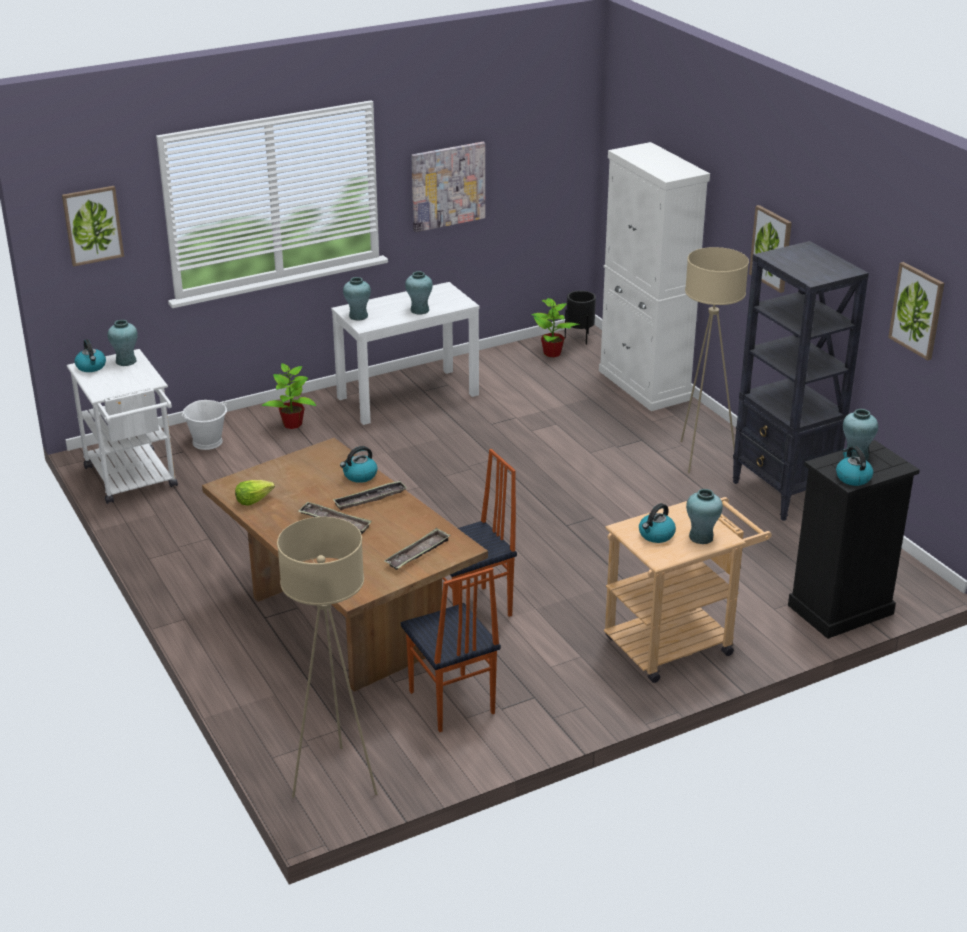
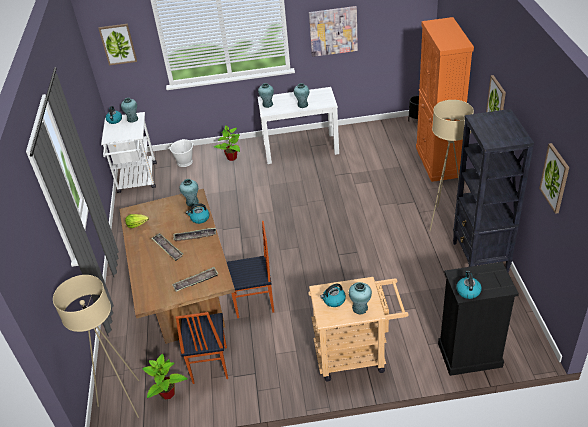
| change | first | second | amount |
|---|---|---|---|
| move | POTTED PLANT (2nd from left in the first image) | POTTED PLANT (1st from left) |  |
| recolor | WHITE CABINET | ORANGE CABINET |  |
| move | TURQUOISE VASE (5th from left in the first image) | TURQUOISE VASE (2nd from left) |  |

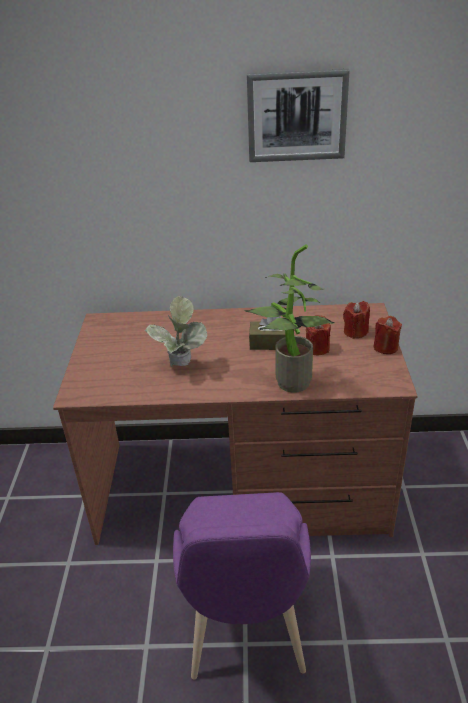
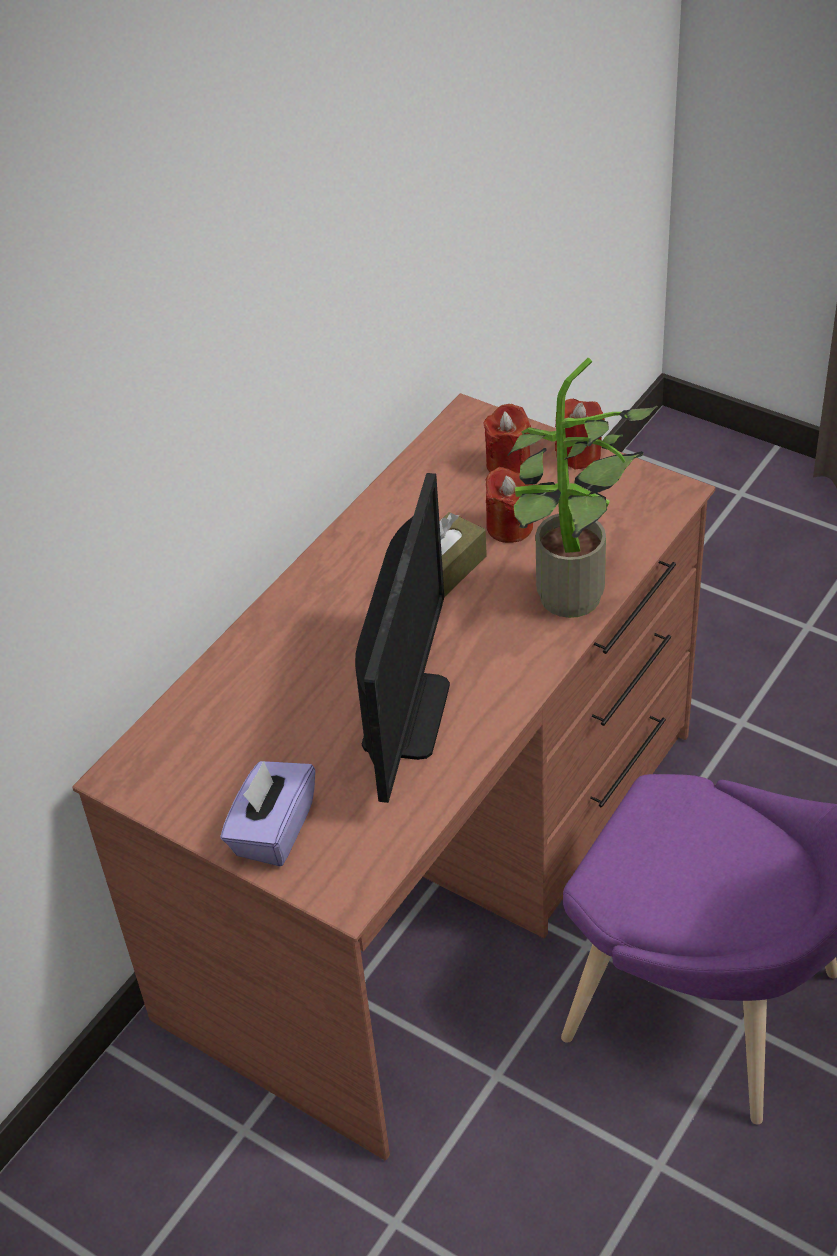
| change | first | second | amount |
|---|---|---|---|
| replace | POTTED PLANT (1st from left) | MONITOR |  |
| delete | PICTURE |  |  |
| insert |  | PURPLE TISSUE BOX |  |

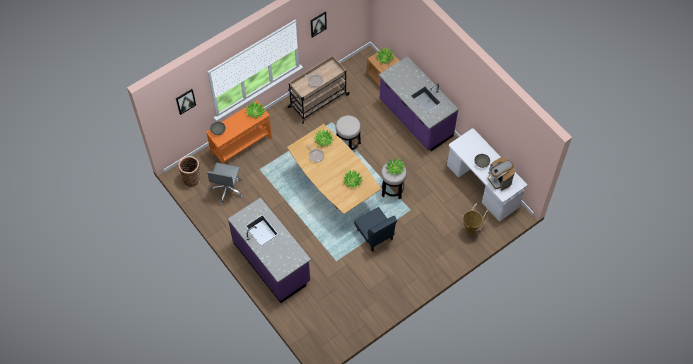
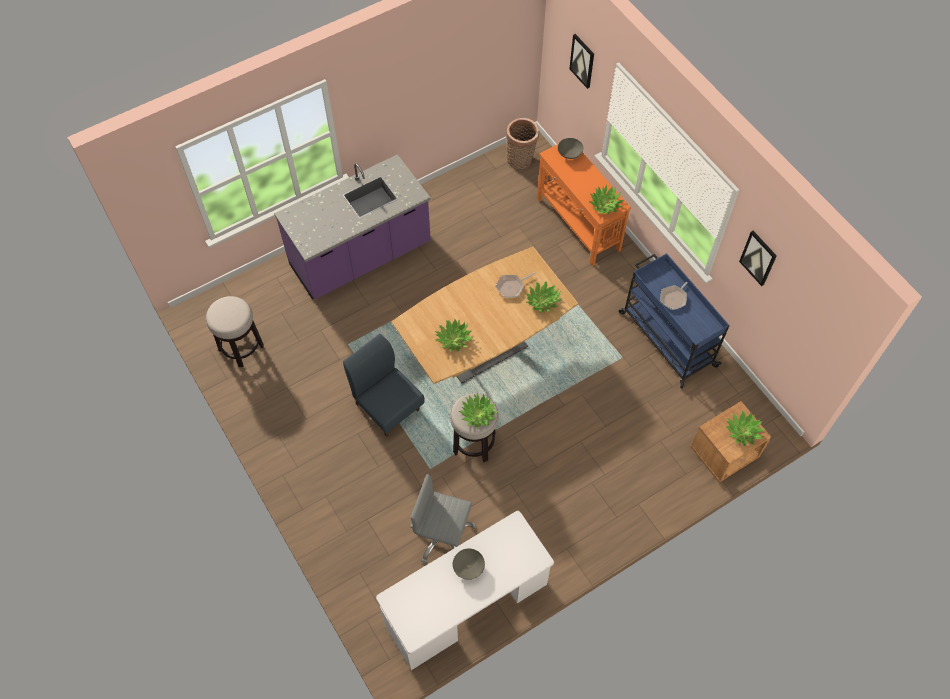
| change | first | second | amount |
|---|---|---|---|
| move | GREY OFFICE CHAIR |  |  |
| recolor | BEIGE CART | BLUE CART |  |
| move | STOOL (1st from left) |  |  |
| rotate | BLUE CHAIR |  | 75 degrees clockwise |
| delete | PURPLE COUNTER (2nd from left) |  |  |
| delete | BASKET (2nd from left) |  |  |
| delete | COFFEE MACHINE |  |  |

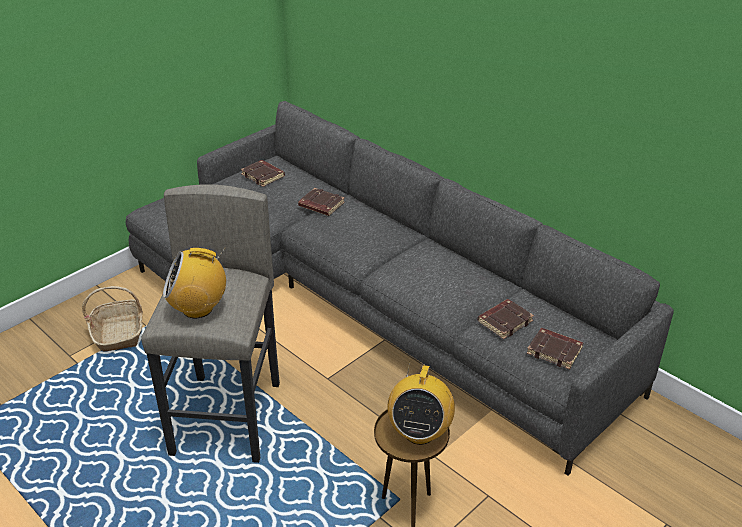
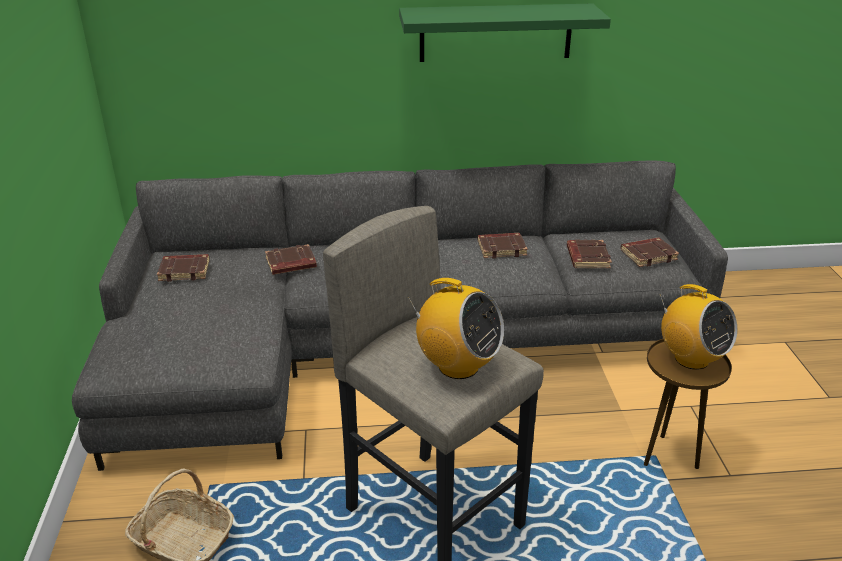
| change | first | second | amount |
|---|---|---|---|
| rotate | RADIO (1st from left) |  | 90 degrees counterclockwise |
| insert |  | GREEN SHELF |  |
| insert |  | BROWN BOOK (3rd from left) |  |

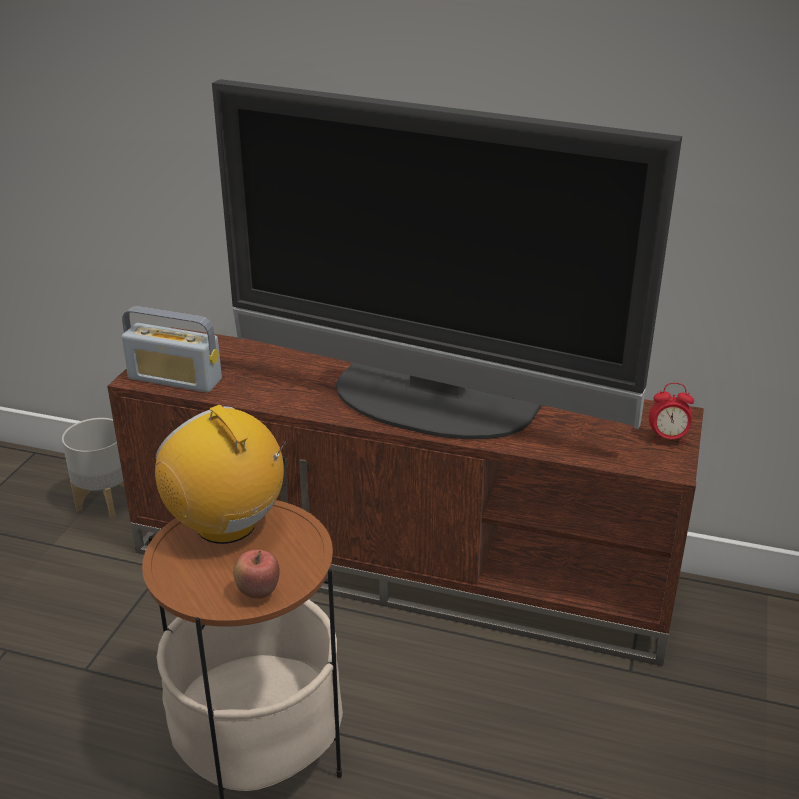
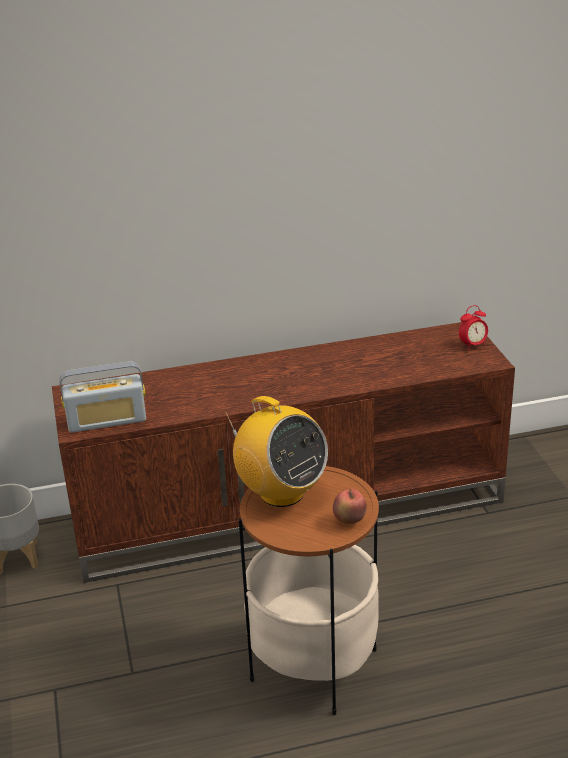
| change | first | second | amount |
|---|---|---|---|
| rotate | RADIO (2nd from left) |  | 150 degrees counterclockwise |
| delete | TELEVISION |  |  |

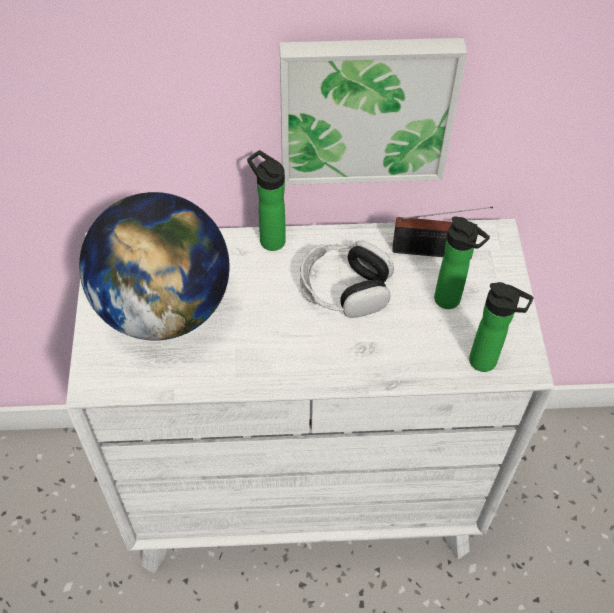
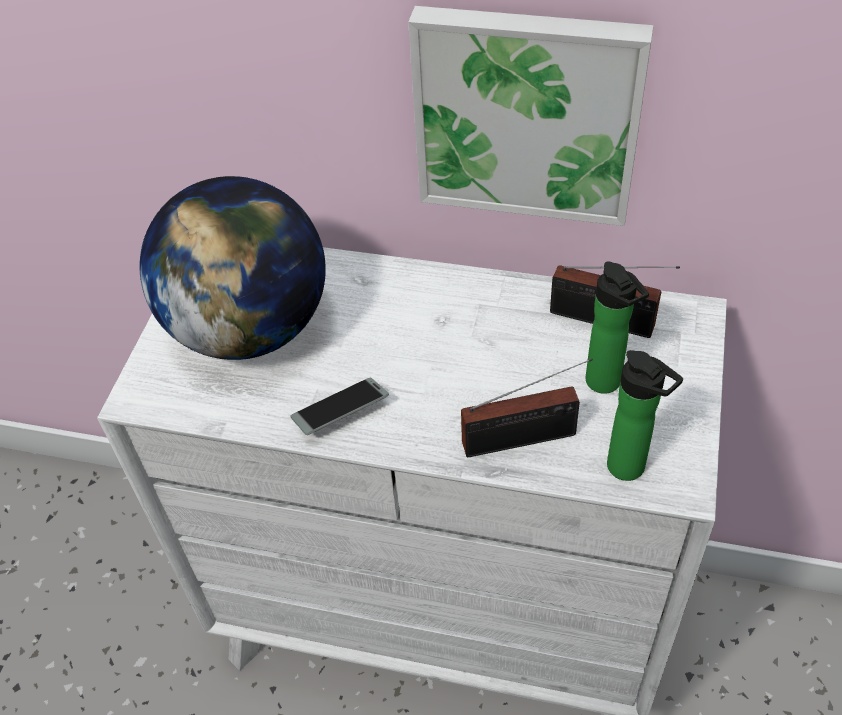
| change | first | second | amount |
|---|---|---|---|
| delete | BOTTLE (1st from left) |  |  |
| delete | HEADPHONES |  |  |
| insert |  | PHONE |  |
| insert |  | RADIO (1st from left) |  |

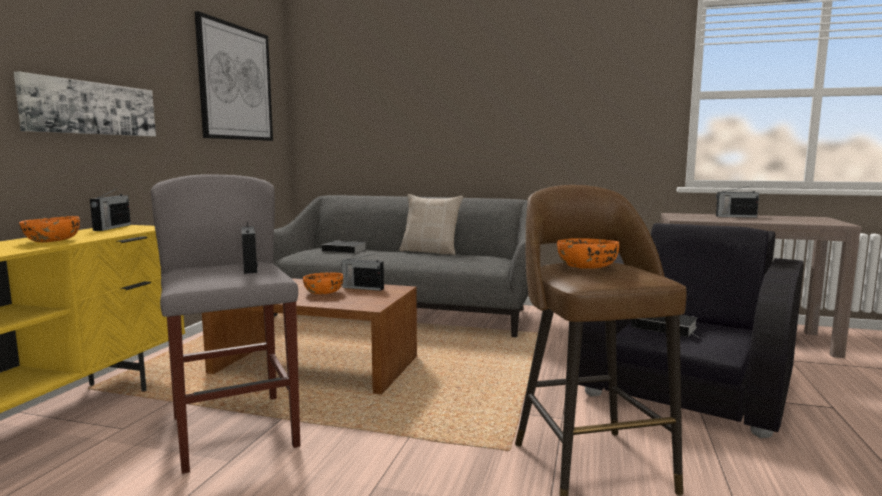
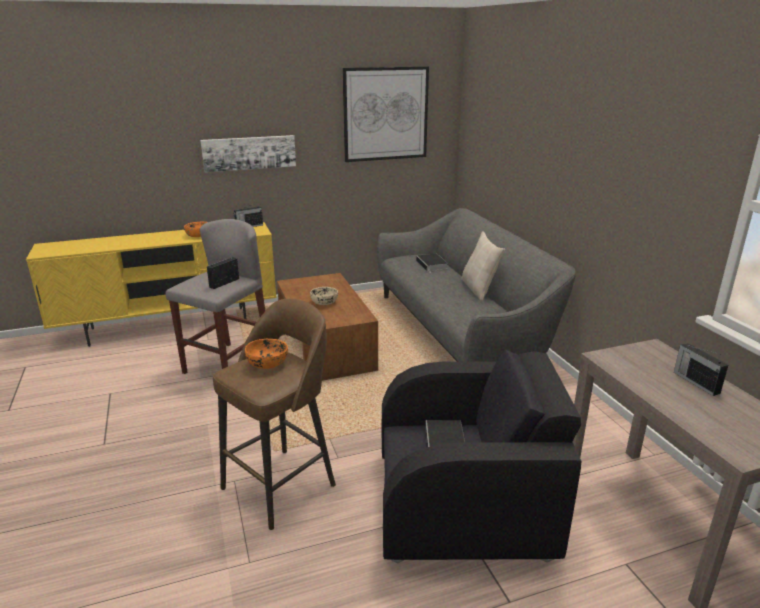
| change | first | second | amount |
|---|---|---|---|
| recolor | ORANGE BOWL (2nd from left) | BEIGE BOWL |  |
| delete | RADIO (3rd from left) |  |  |

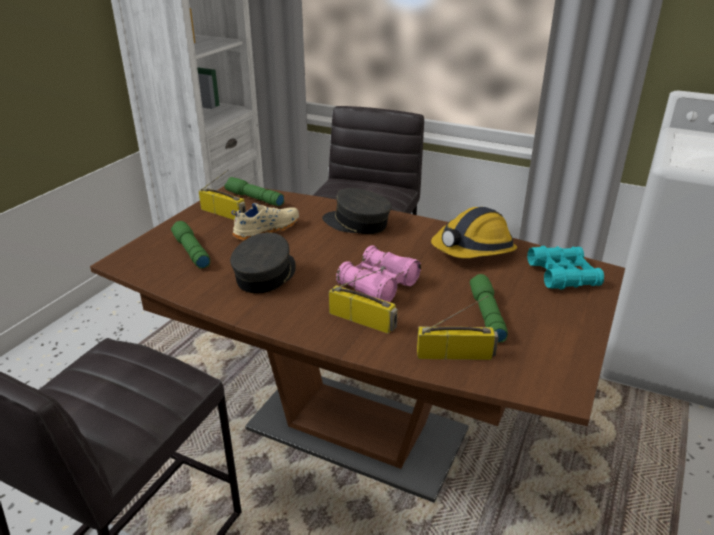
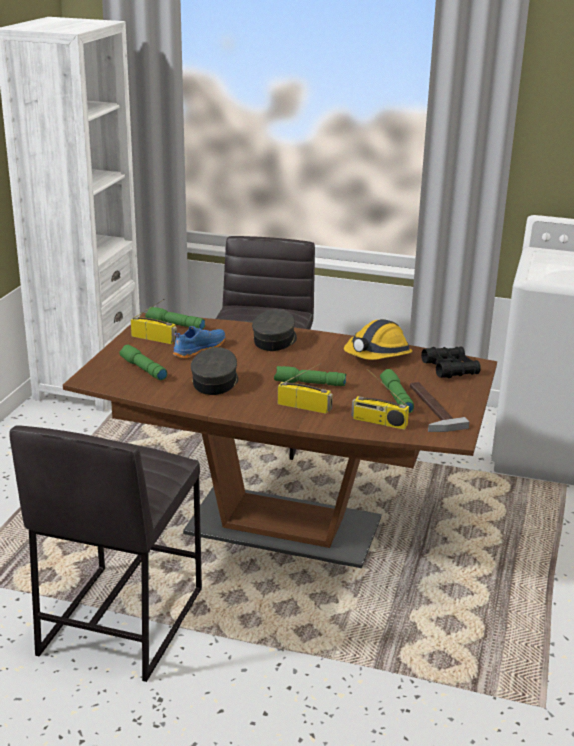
| change | first | second | amount |
|---|---|---|---|
| recolor | BEIGE SHOE | BLUE SHOE |  |
| rotate | GREY CAP (2nd from left) |  | 90 degrees clockwise |
| replace | PINK BINOCULARS | GREEN FLASHLIGHT (3rd from left) |  |
| rotate | RADIO (3rd from left) |  | 150 degrees counterclockwise |
| recolor | TURQUOISE BINOCULARS | BLACK BINOCULARS |  |
| insert |  | HAMMER |  |

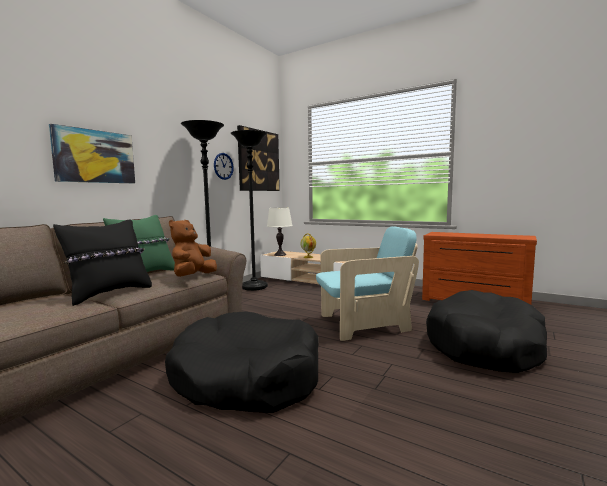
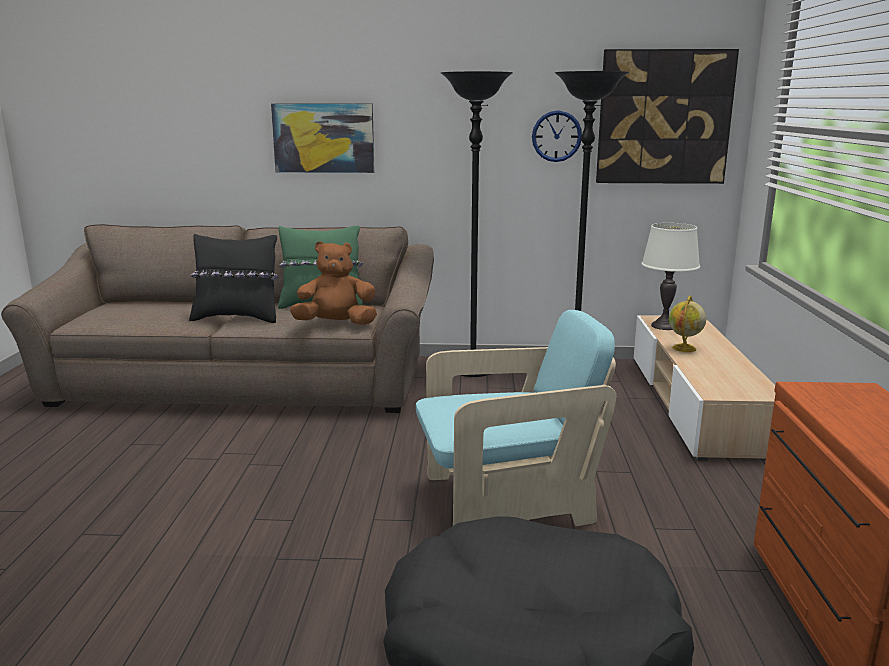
| change | first | second | amount |
|---|---|---|---|
| delete | BLACK DOG BED (1st from left) |  |  |
| rotate | TURQUOISE ARMCHAIR |  | 60 degrees counterclockwise |

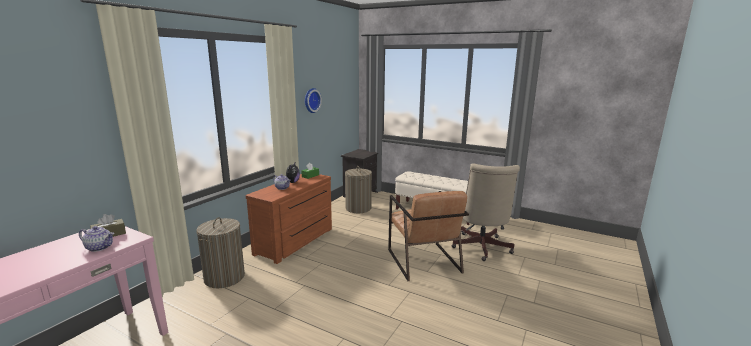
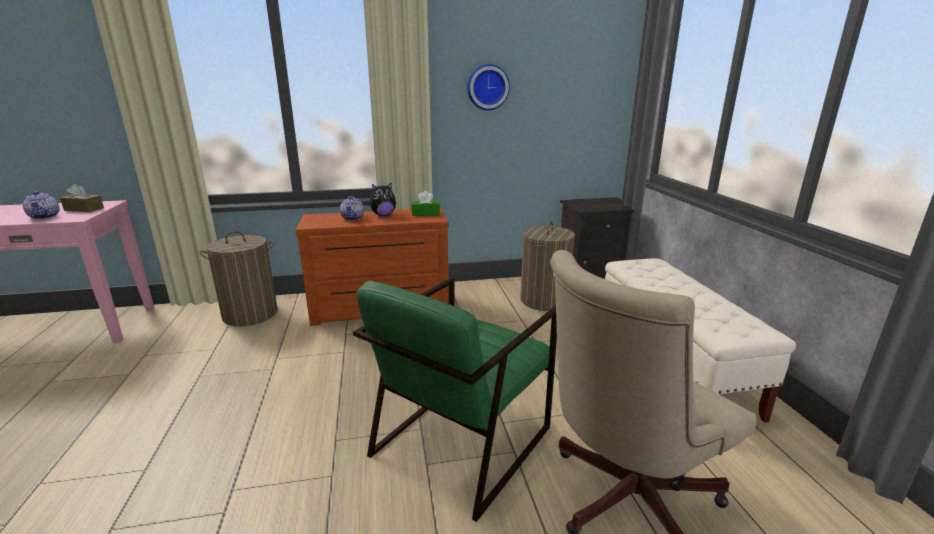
| change | first | second | amount |
|---|---|---|---|
| recolor | BROWN ARMCHAIR | GREEN ARMCHAIR |  |

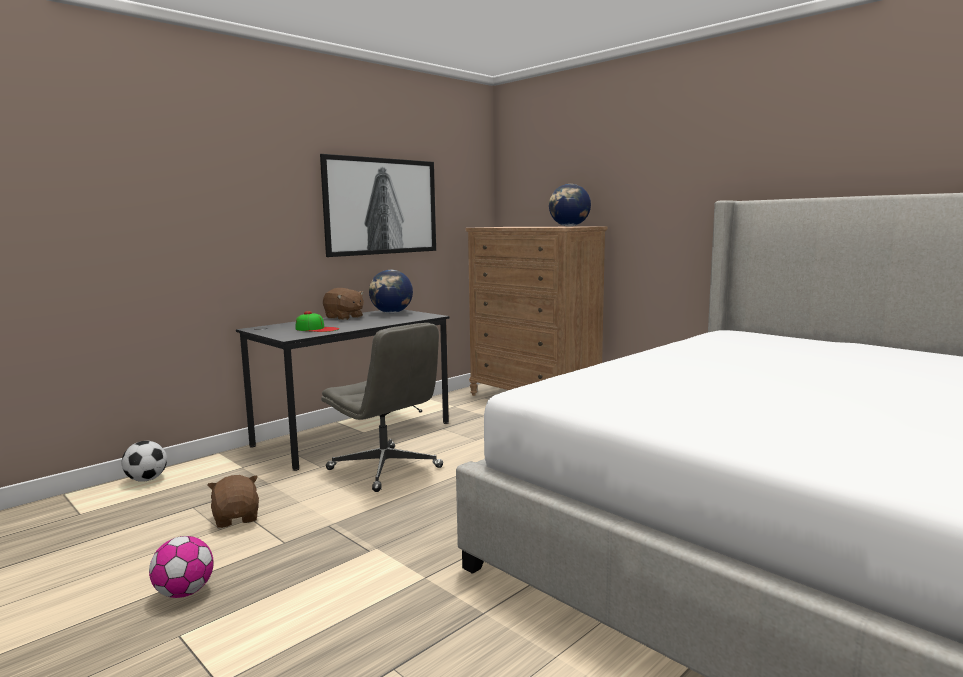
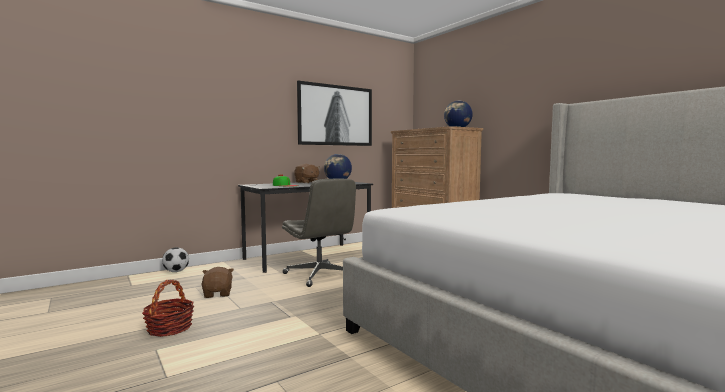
| change | first | second | amount |
|---|---|---|---|
| replace | FOOTBALL (2nd from left) | BASKET |  |

